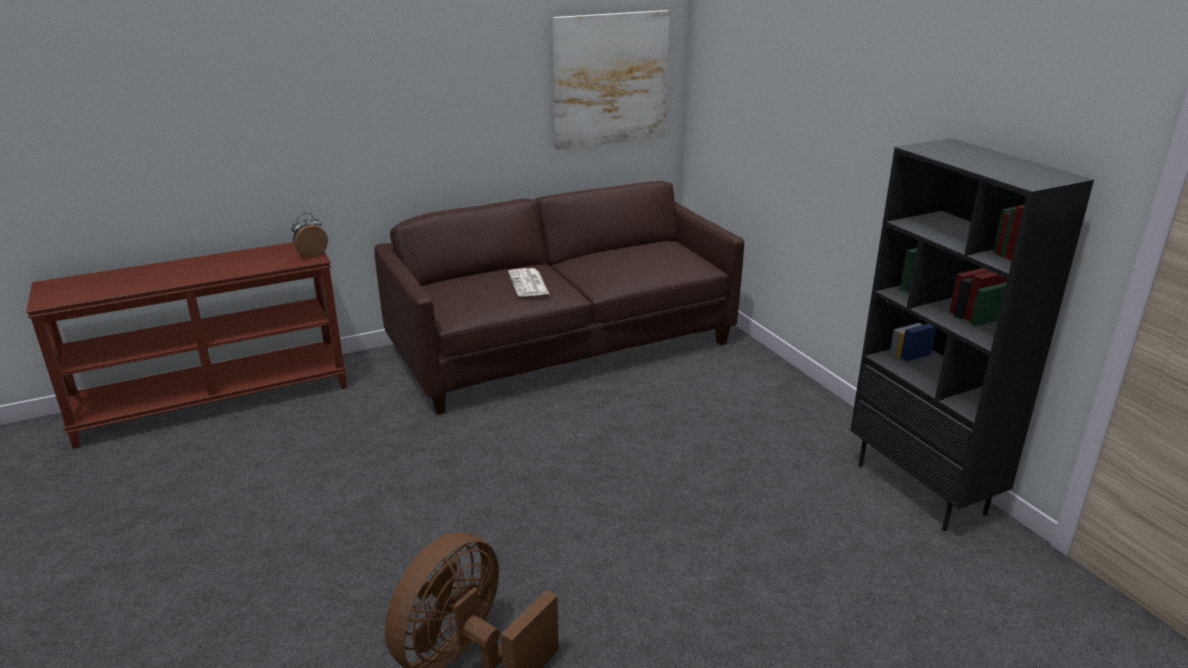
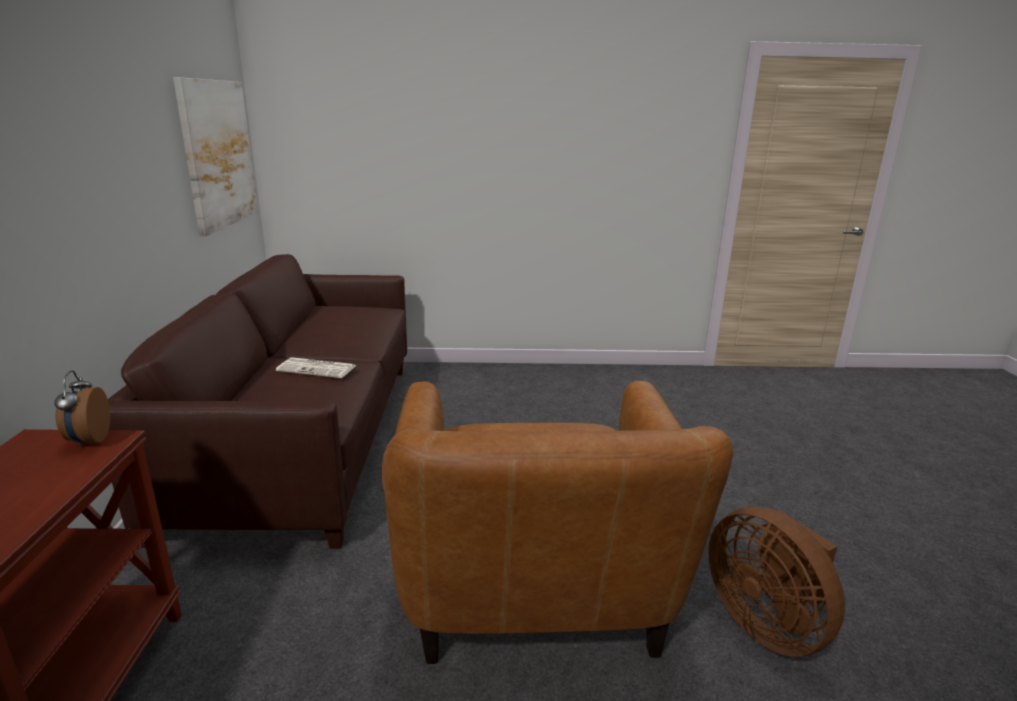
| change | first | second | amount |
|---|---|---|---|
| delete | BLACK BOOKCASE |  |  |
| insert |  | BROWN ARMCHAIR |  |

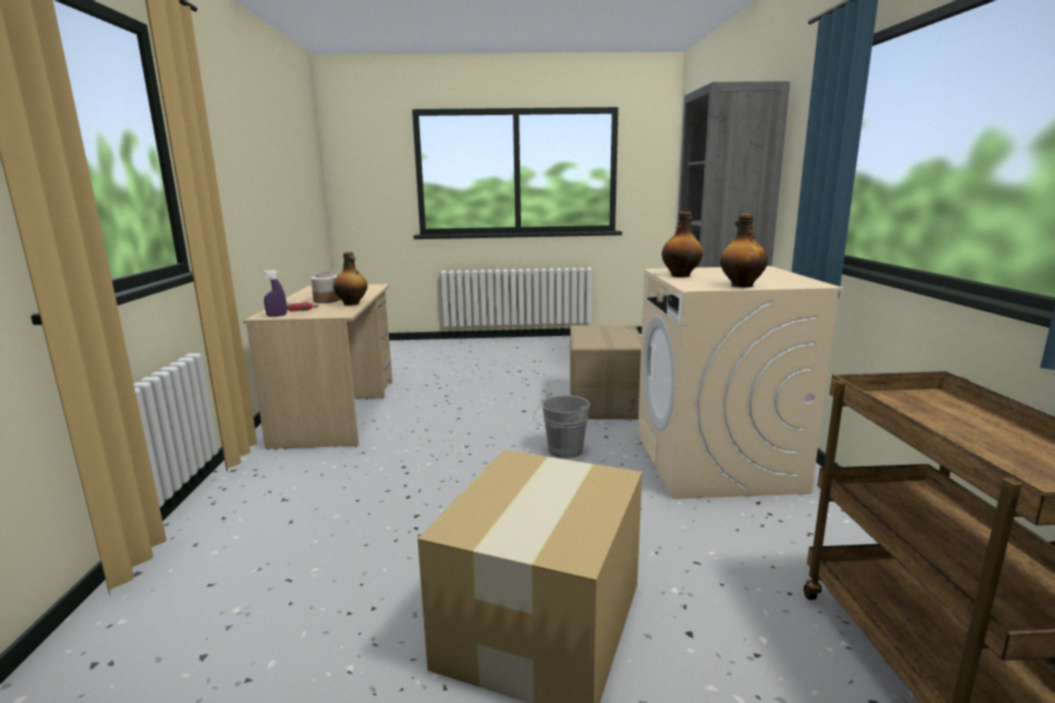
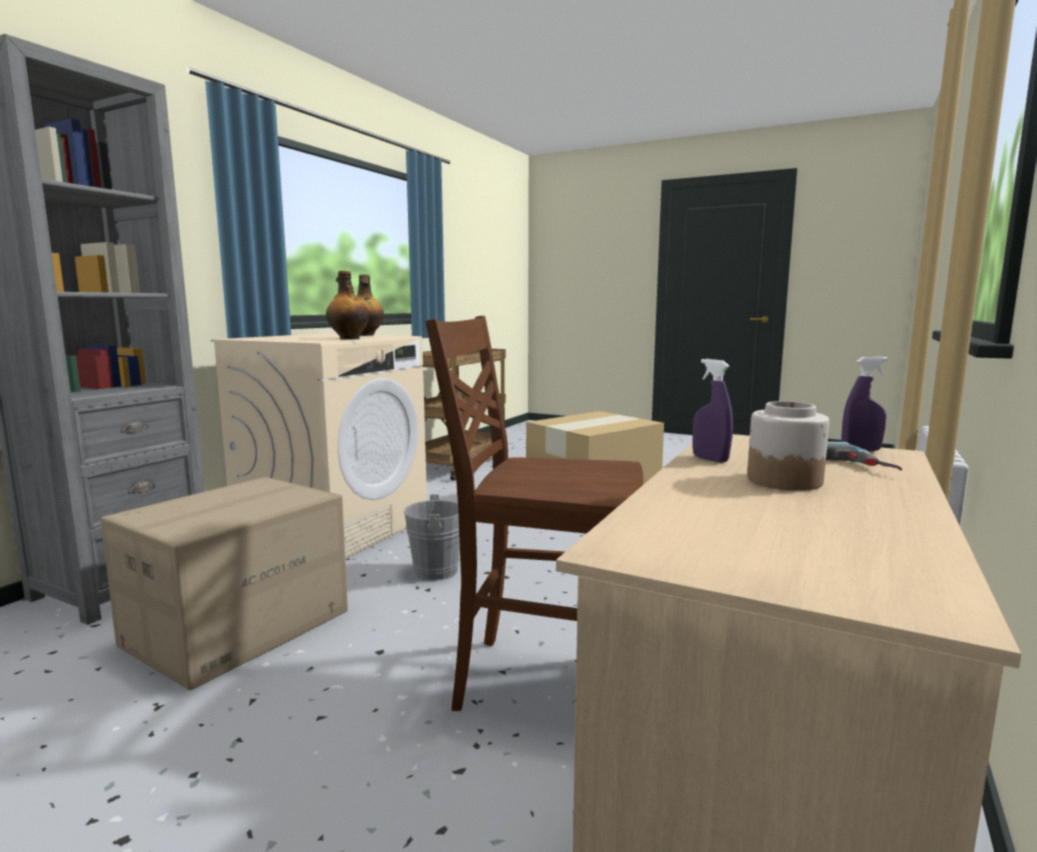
| change | first | second | amount |
|---|---|---|---|
| replace | BOTTLE (1st from left) | PURPLE SPRAY BOTTLE (1st from left) |  |
| insert |  | BROWN CHAIR |  |

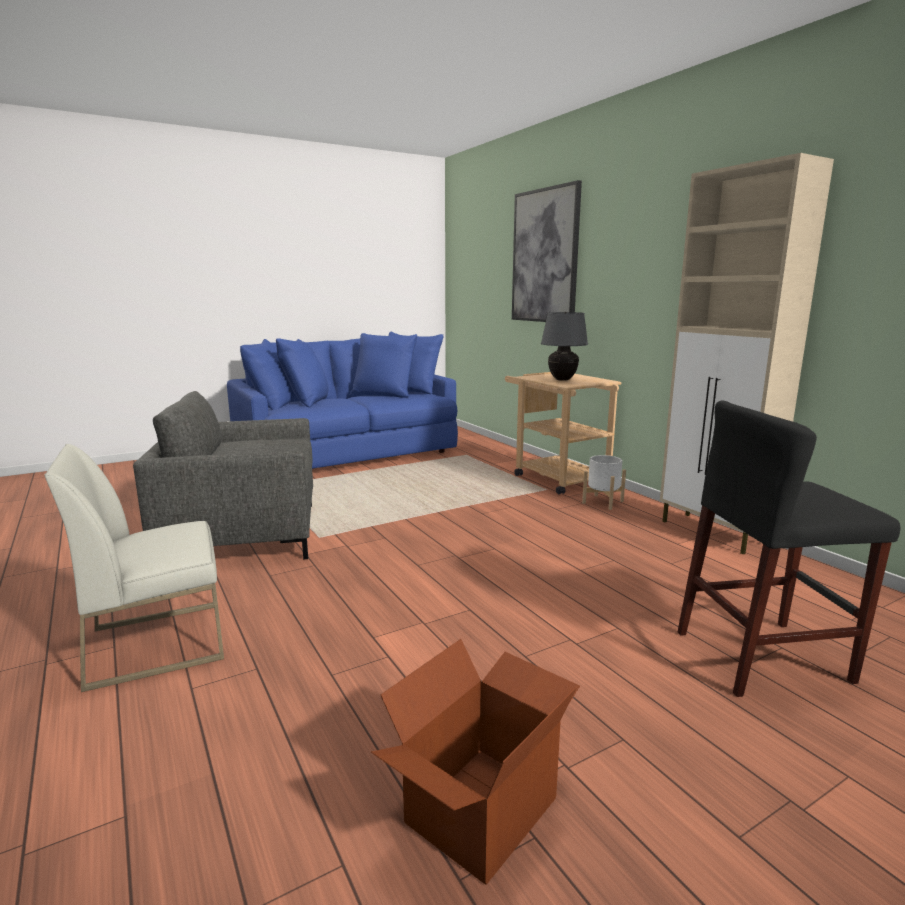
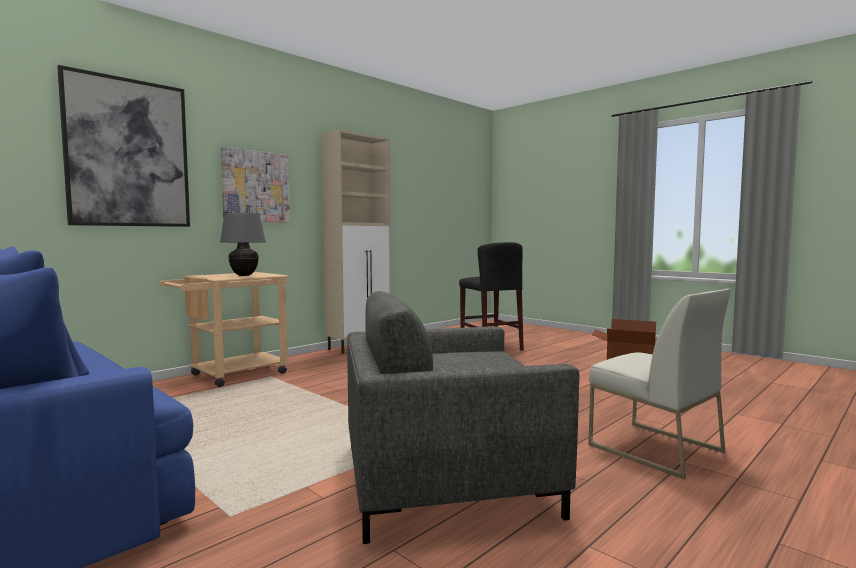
| change | first | second | amount |
|---|---|---|---|
| rotate | GREY ARMCHAIR |  | 105 degrees clockwise |
| delete | WHITE PLANTER |  |  |
| insert |  | PICTURE (2nd from left) |  |

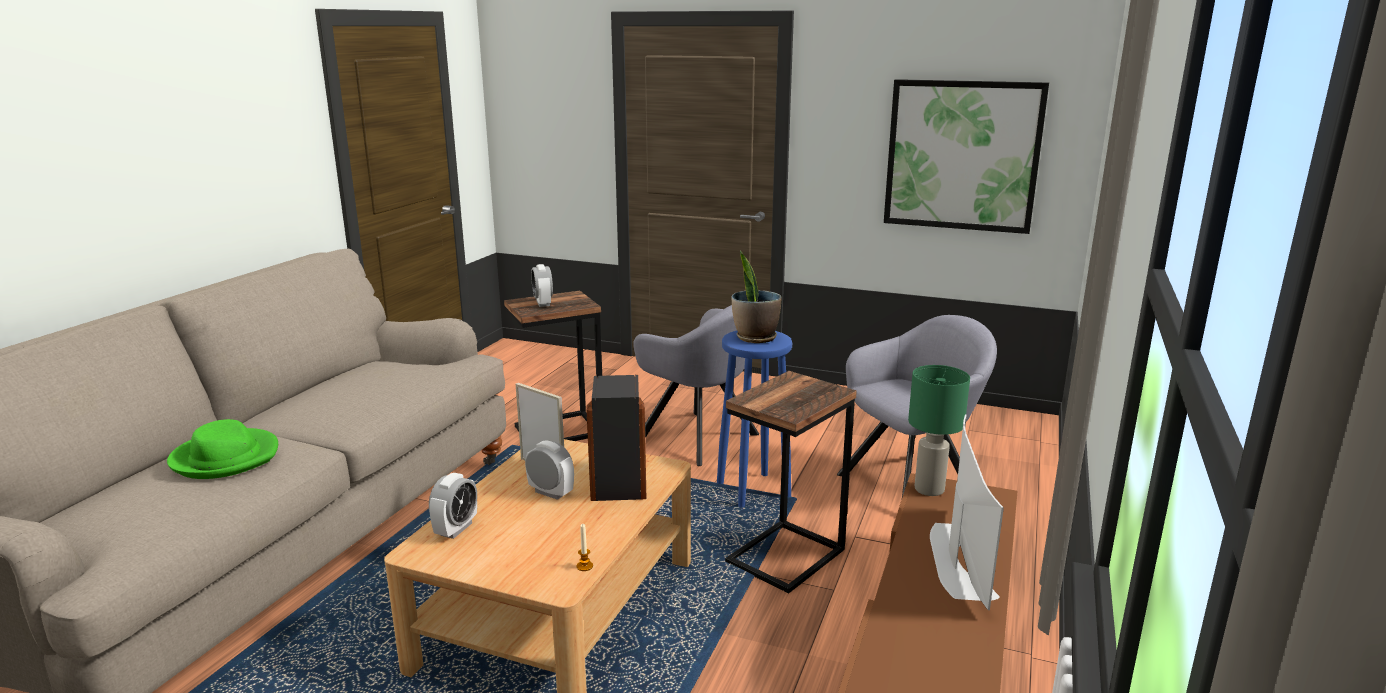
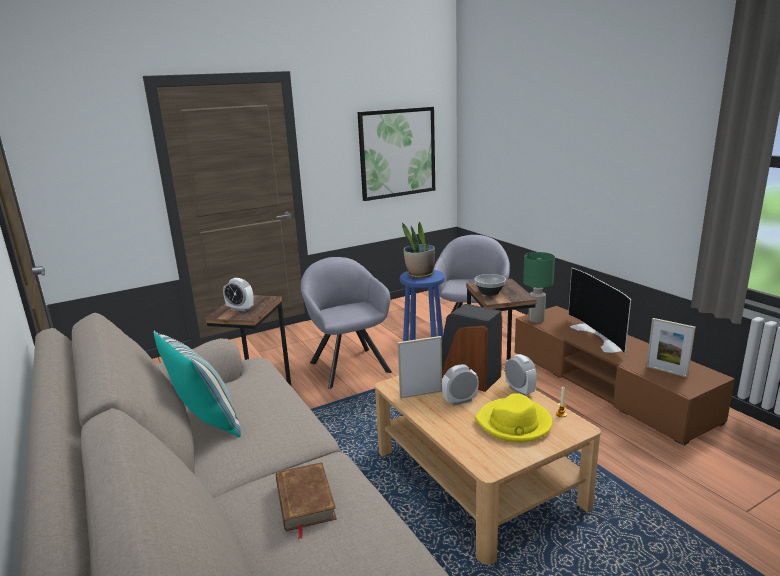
| change | first | second | amount |
|---|---|---|---|
| replace | GREEN HAT | BROWN BOOK |  |
| move | ALARM CLOCK (1st from left in the first image) | ALARM CLOCK (3rd from left) |  |
| rotate | GREY ARMCHAIR (1st from left) |  | 105 degrees counterclockwise |
| rotate | TELEVISION |  | 150 degrees counterclockwise |
| insert |  | PILLOW |  |
| insert |  | BOWL |  |
| insert |  | YELLOW HAT |  |
| insert |  | PICTURE FRAME (2nd from left) |  |

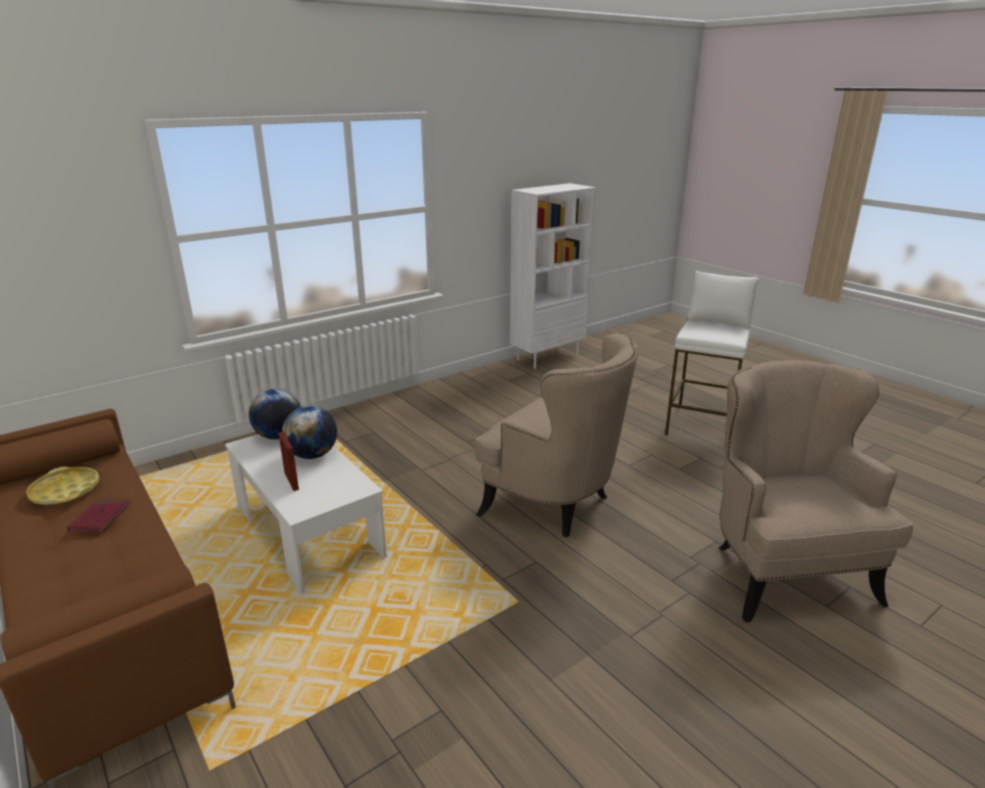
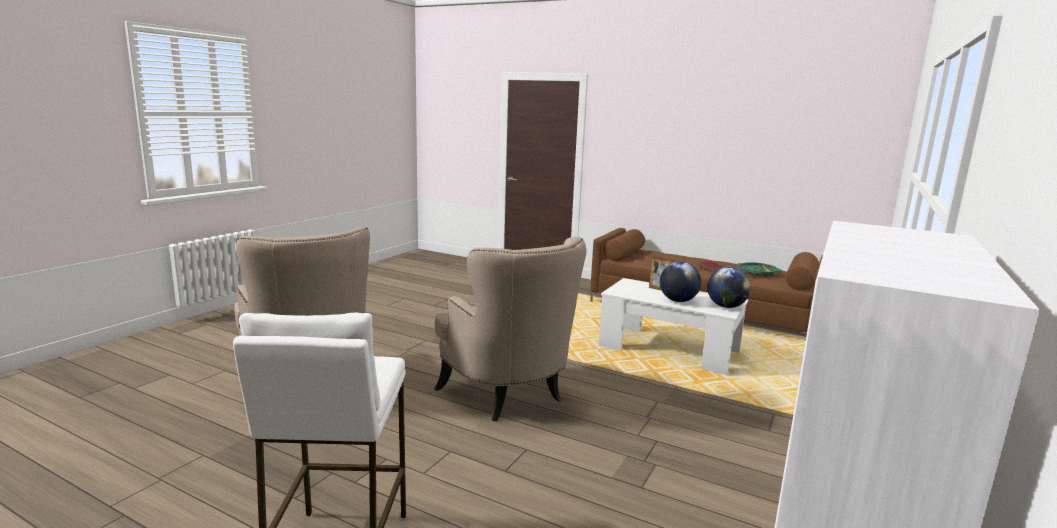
| change | first | second | amount |
|---|---|---|---|
| recolor | YELLOW TRAY | GREEN TRAY |  |
| rotate | BEIGE ARMCHAIR (1st from left in the first image) | BEIGE ARMCHAIR (2nd from left) | 135 degrees counterclockwise |

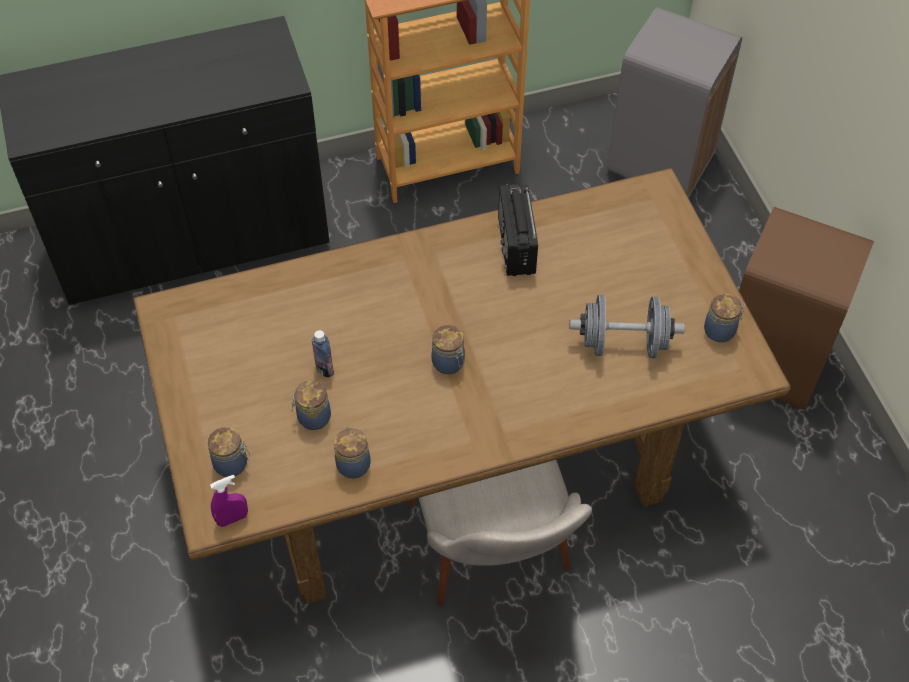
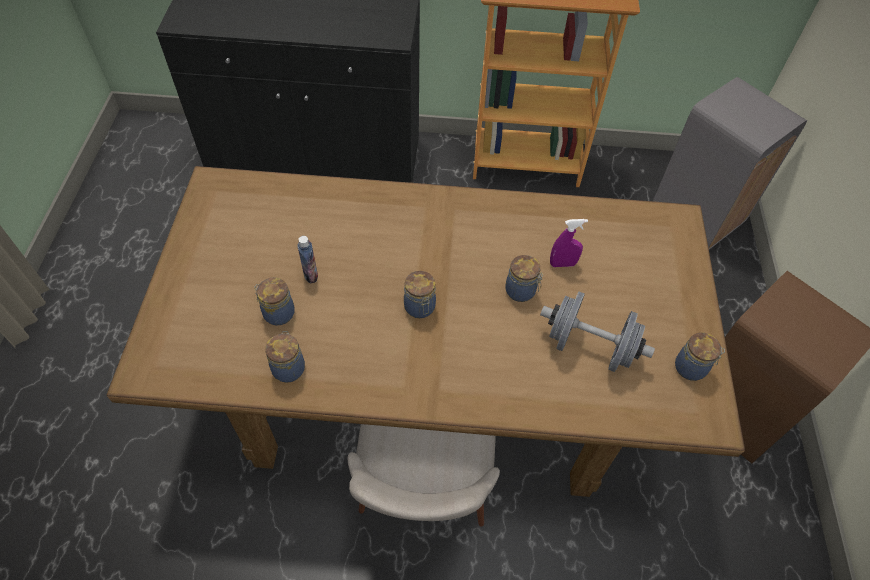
| change | first | second | amount |
|---|---|---|---|
| move | JAR (1st from left in the first image) | JAR (4th from left) |  |
| move | PURPLE SPRAY BOTTLE |  |  |
| delete | RADIO |  |  |

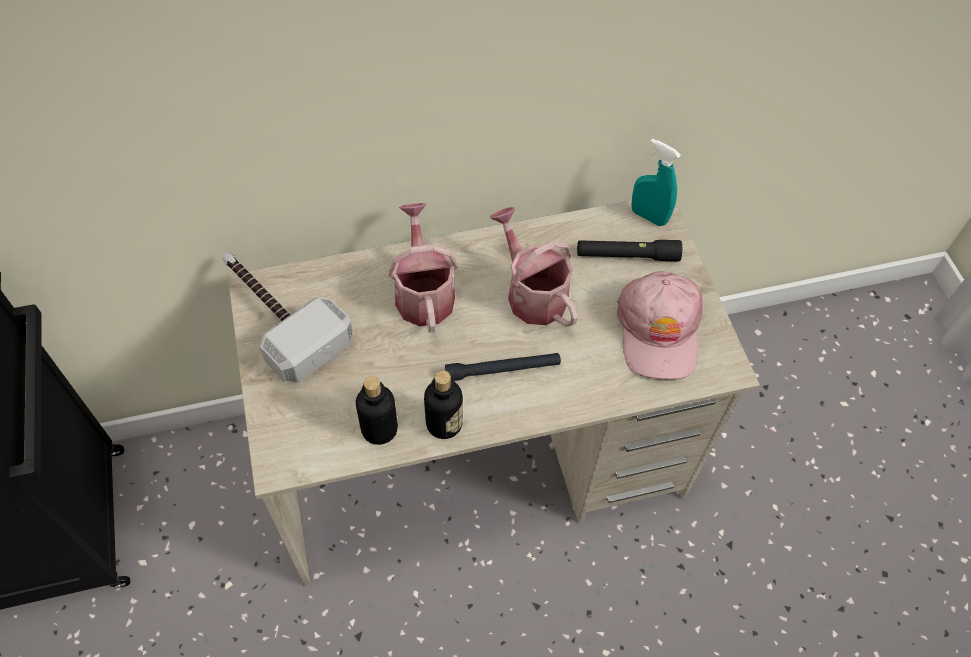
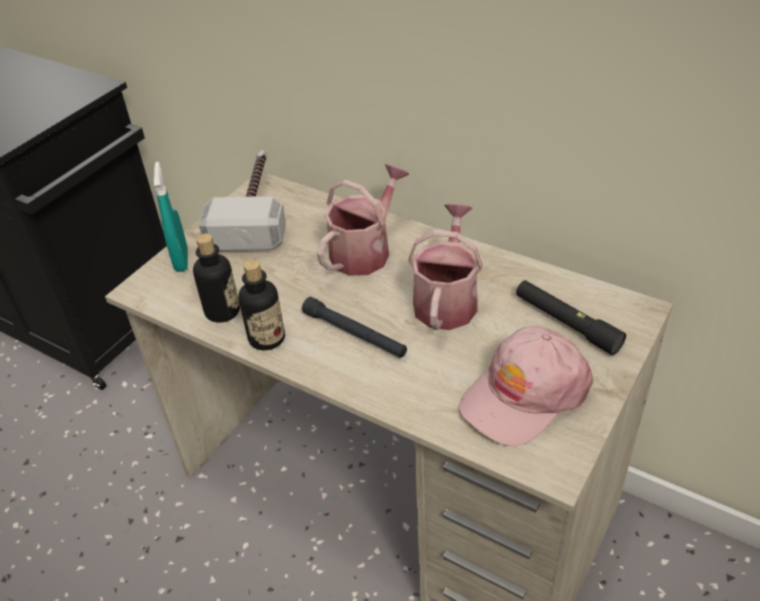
| change | first | second | amount |
|---|---|---|---|
| move | TURQUOISE SPRAY BOTTLE |  |  |

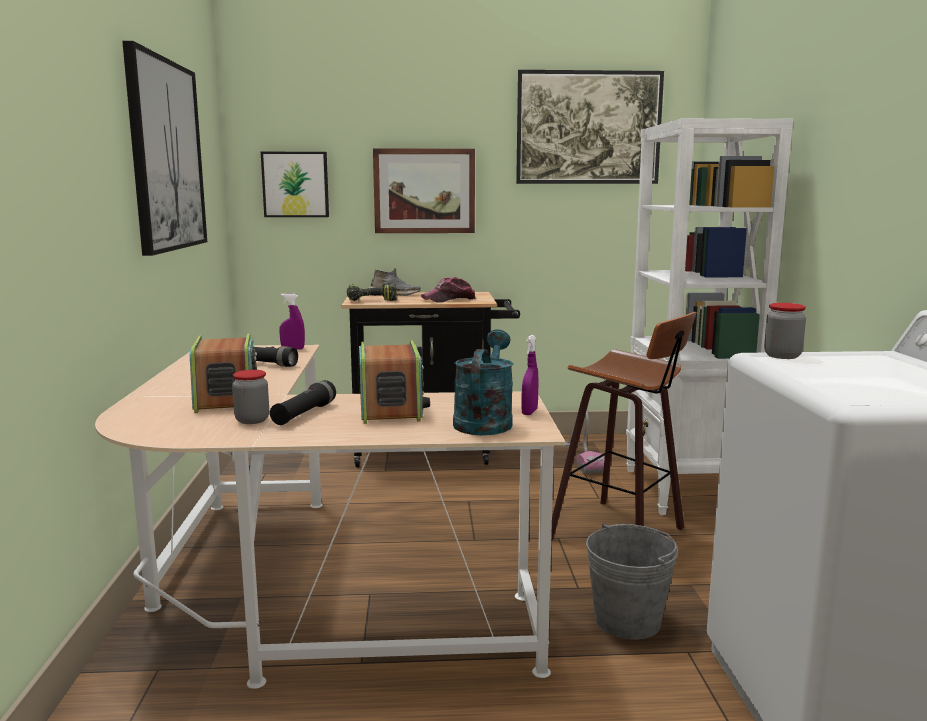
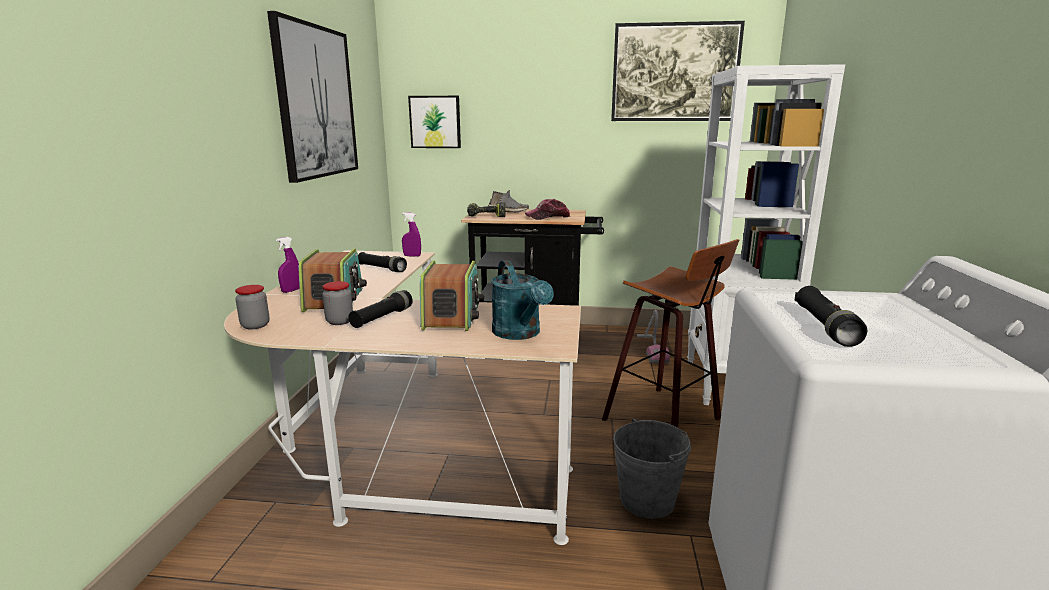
| change | first | second | amount |
|---|---|---|---|
| delete | PICTURE (3rd from left) |  |  |
| rotate | TURQUOISE WATERING CAN |  | 135 degrees clockwise |
| move | PURPLE SPRAY BOTTLE (2nd from left in the first image) | PURPLE SPRAY BOTTLE (1st from left) |  |
| move | JAR (2nd from left in the first image) | JAR (1st from left) |  |
| insert |  | BLACK FLASHLIGHT (3rd from left) |  |

